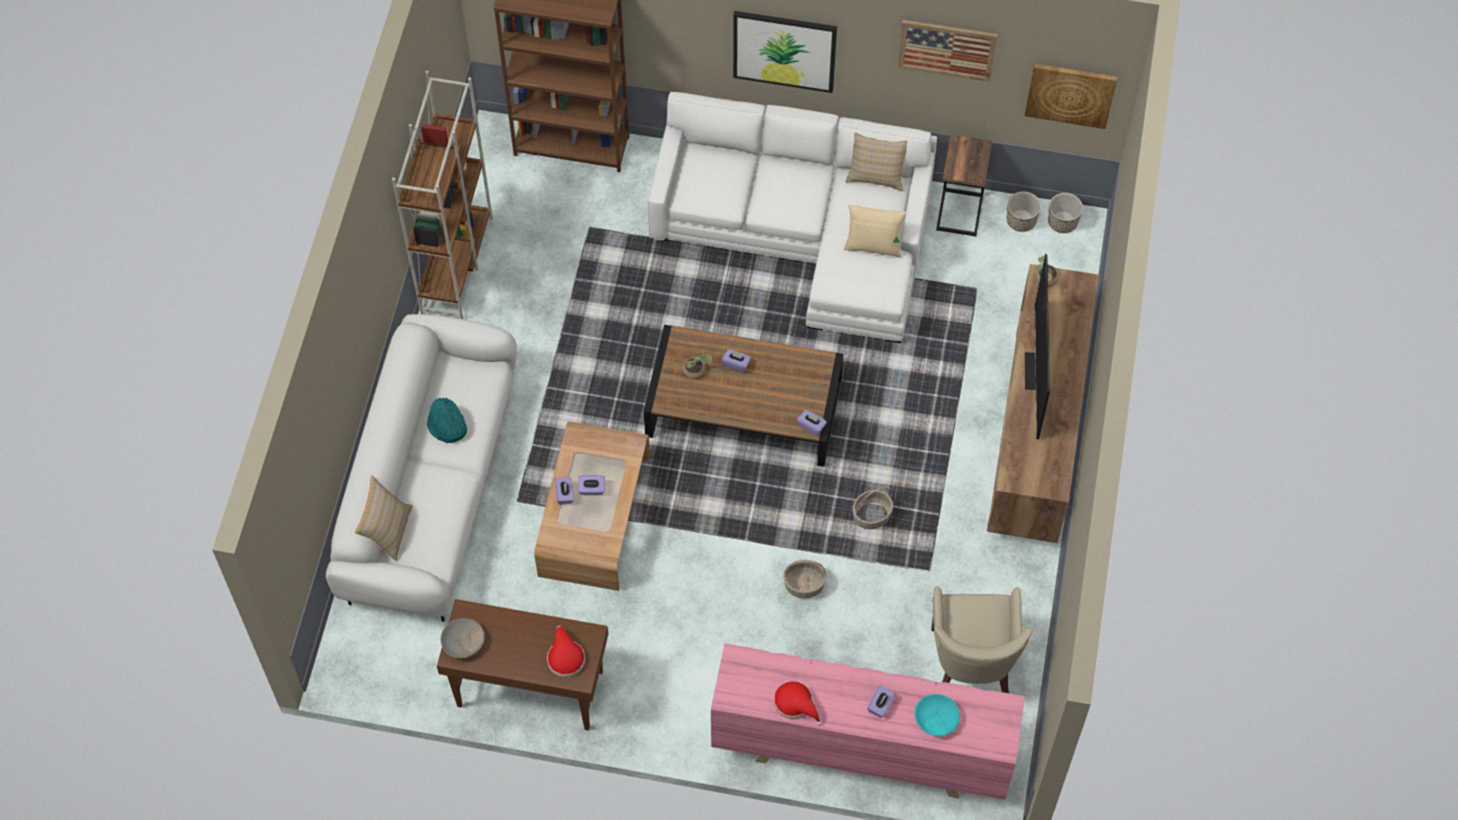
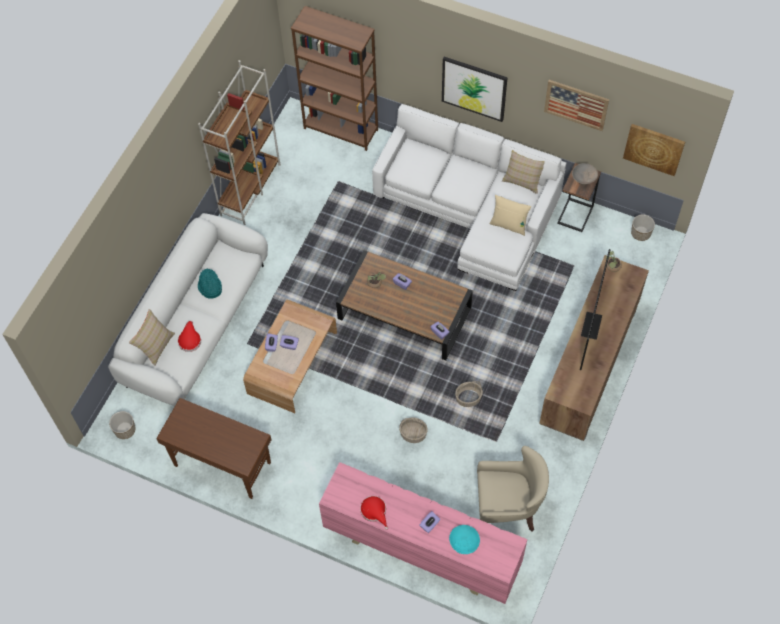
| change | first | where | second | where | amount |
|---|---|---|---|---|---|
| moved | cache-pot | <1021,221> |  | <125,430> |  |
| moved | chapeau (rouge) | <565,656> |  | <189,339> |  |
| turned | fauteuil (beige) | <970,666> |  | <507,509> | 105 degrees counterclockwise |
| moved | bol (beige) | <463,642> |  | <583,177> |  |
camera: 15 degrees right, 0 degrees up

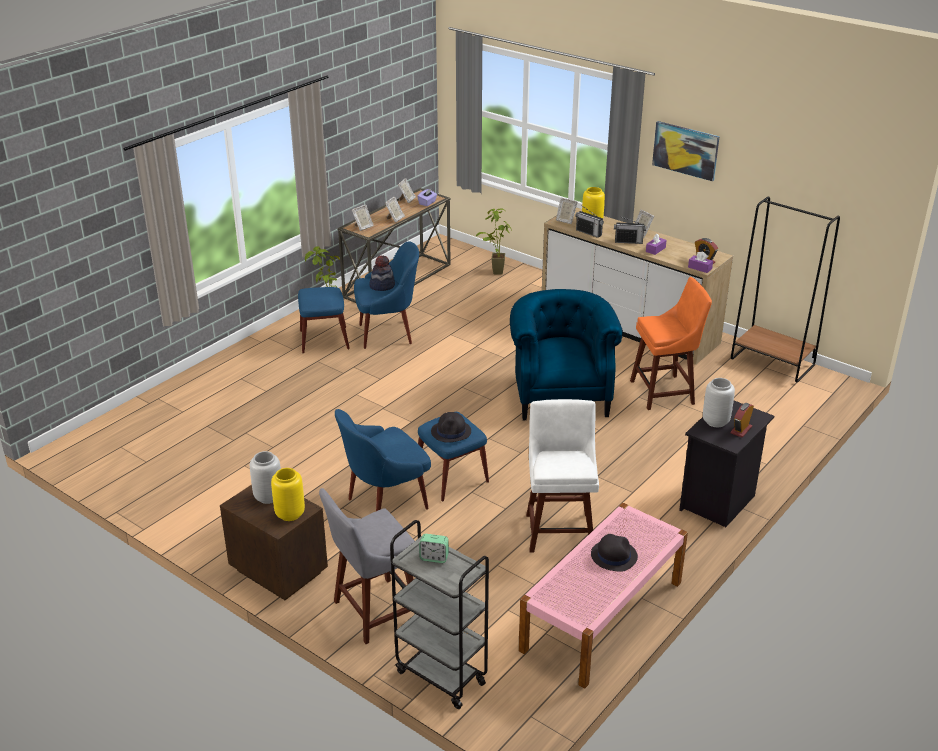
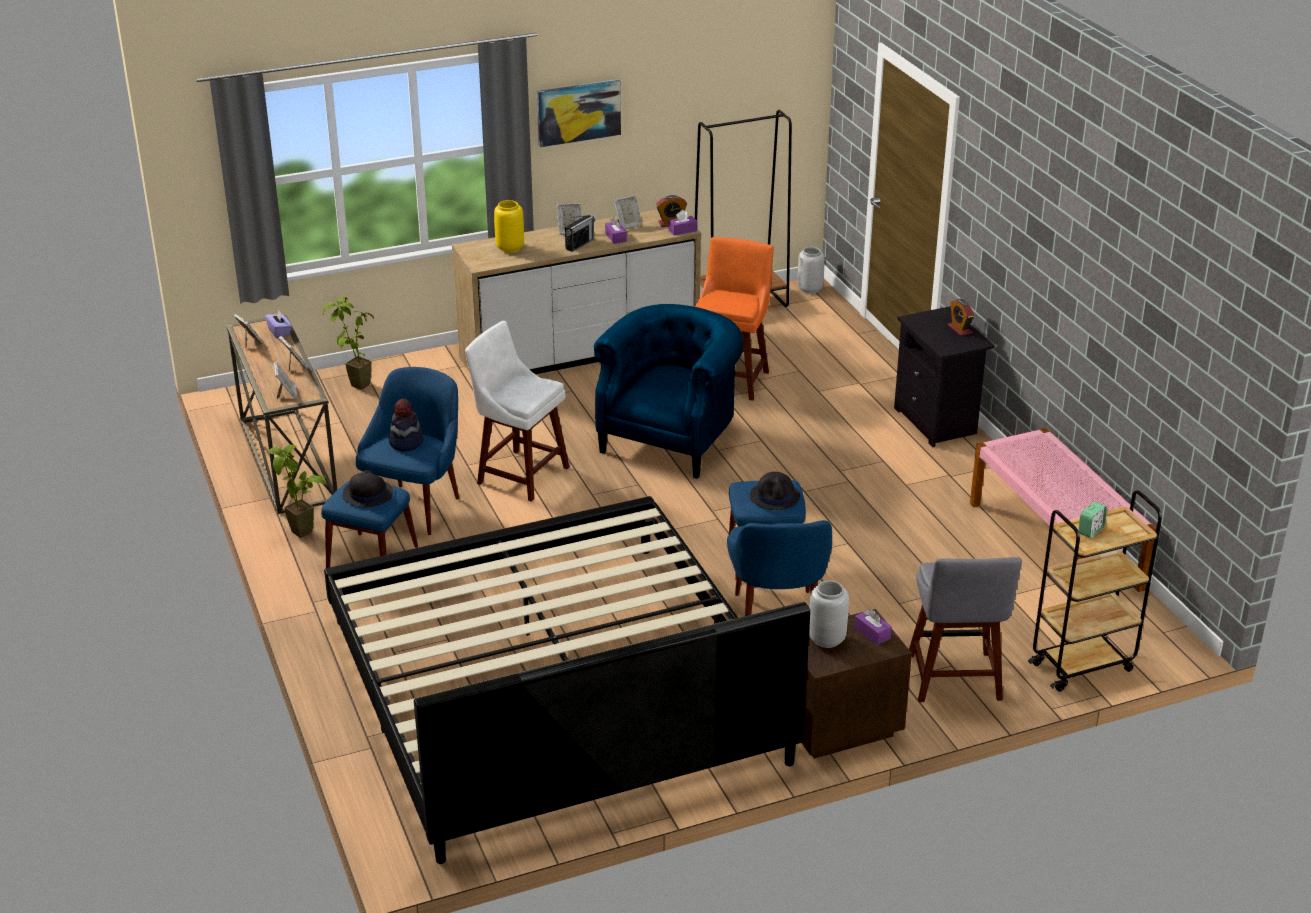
| change | first | where | second | where | amount |
|---|---|---|---|---|---|
| added |  |  | lit | <554,690> |  |
| moved | chapeau (noir) | <613,555> |  | <367,494> |  |
| moved | chaise (blanc) | <560,529> |  | <519,473> |  |
| turned | fauteuil (bleu) | <560,394> |  | <672,439> | 90 degrees clockwise |
| moved | cadre photo | <565,220> |  | <628,225> |  |
| moved | vase (gris) | <716,422> |  | <810,289> |  |
| replaced | vase (jaune) | <290,514> | boîte à mouchoirs (violet) | <872,633> |  |
| recoloured | chariot (gris) | <439,678> | chariot (marron) | <1081,669> |  |
| removed | radio | <588,232> |  |  |  |
camera: 60 degrees left, 0 degrees up

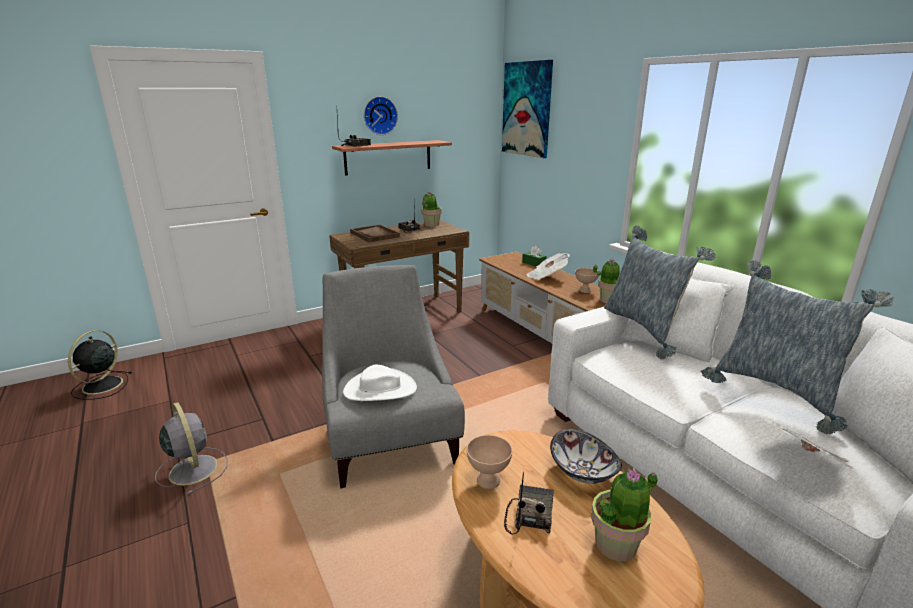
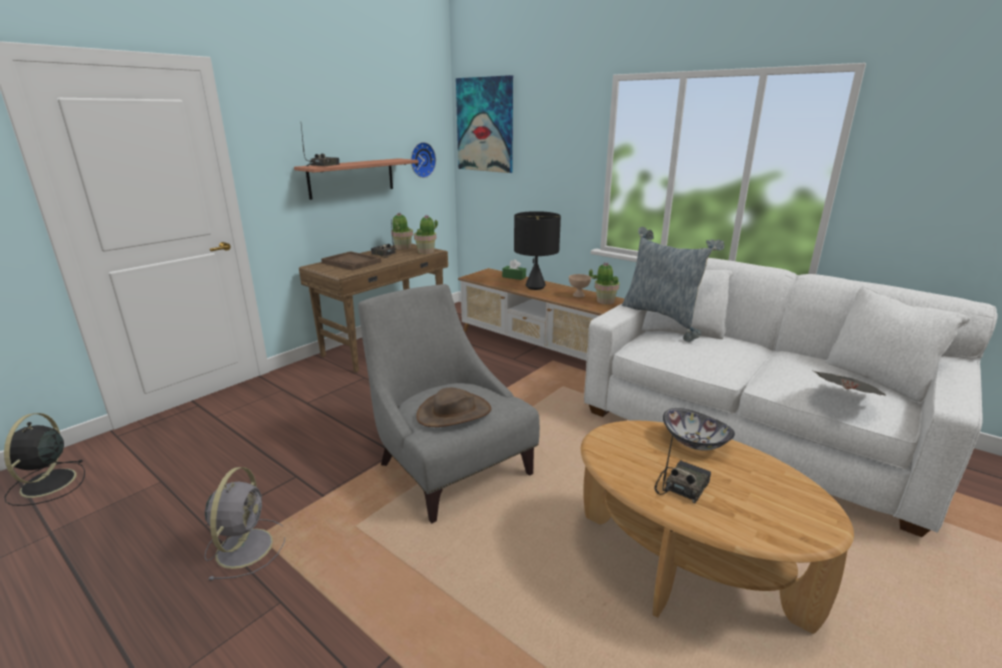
| change | first | where | second | where | amount |
|---|---|---|---|---|---|
| turned | ventilateur (gris) | <193,468> |  | <246,546> | 60 degrees clockwise |
| moved | horloge murale | <379,115> |  | <421,160> |  |
| moved | plante en pot | <616,544> |  | <426,251> |  |
| recoloured | chapeau (blanc) | <380,389> | chapeau (marron) | <454,413> |  |
| replaced | journal | <547,276> | lampe de table (noir) | <535,287> |  |
| turned | radio | <529,515> |  | <681,486> | 45 degrees clockwise |
| removed | bol (beige) | <487,481> |  |  |  |
| removed | coussin | <773,399> |  |  |  |
camera: 20 degrees left, 0 degrees up

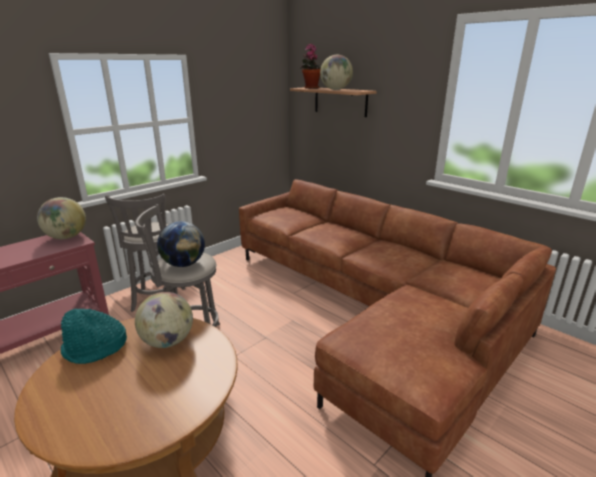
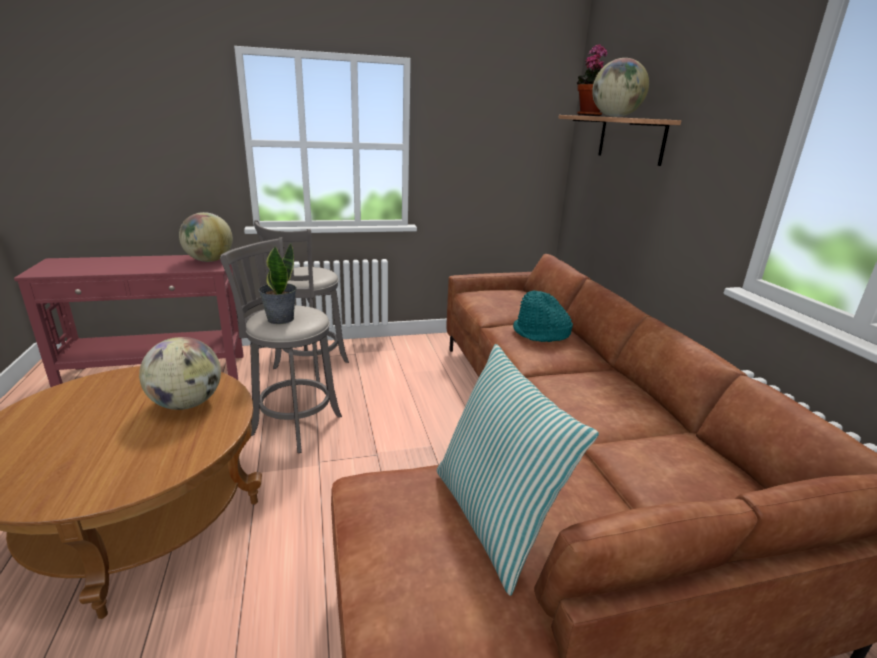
| change | first | where | second | where | amount |
|---|---|---|---|---|---|
| replaced | globe | <183,264> | plante en pot | <280,319> |  |
| added |  |  | coussin | <494,518> |  |
| moved | chapeau (turquoise) | <95,348> |  | <540,334> |  |
camera: 30 degrees right, 0 degrees up

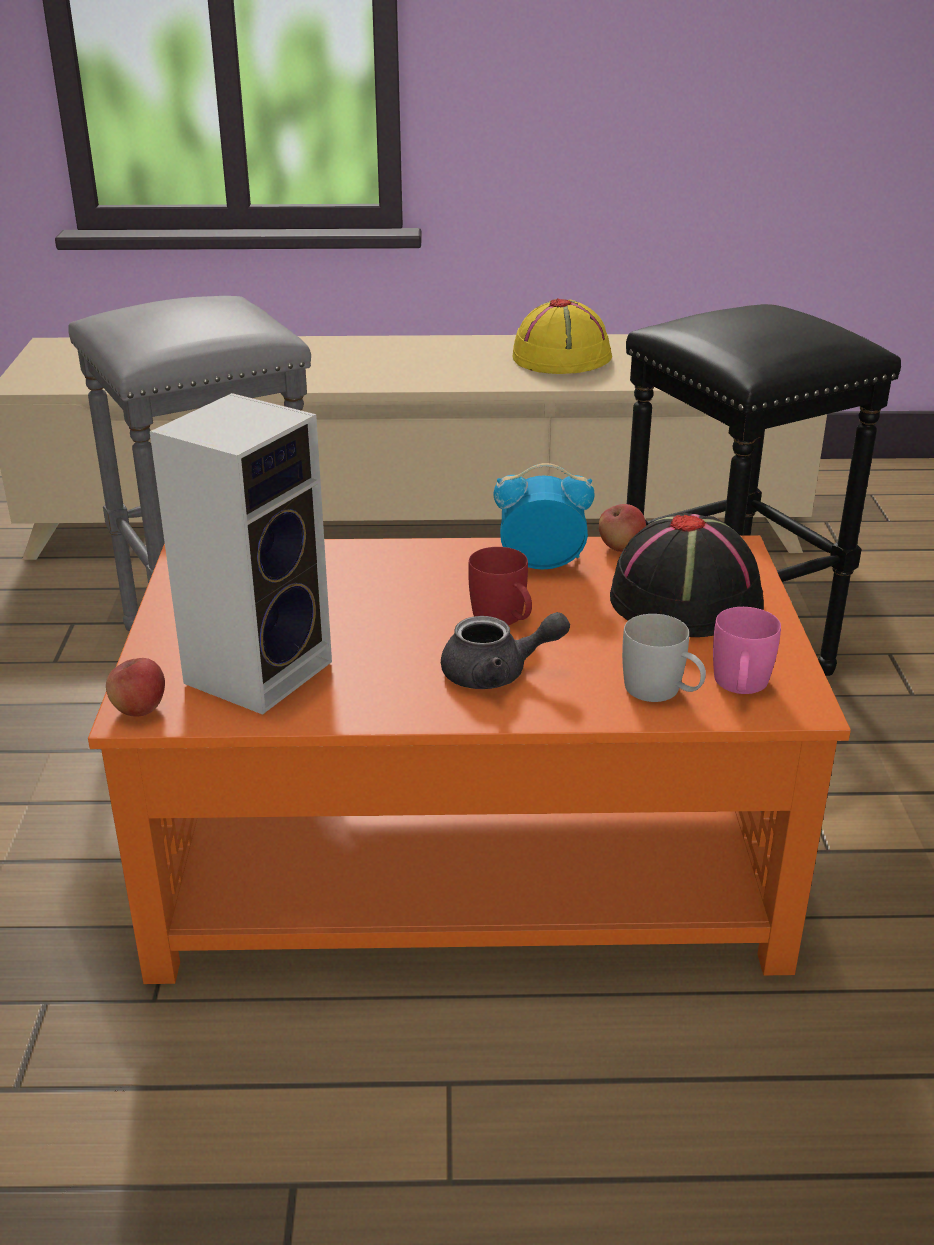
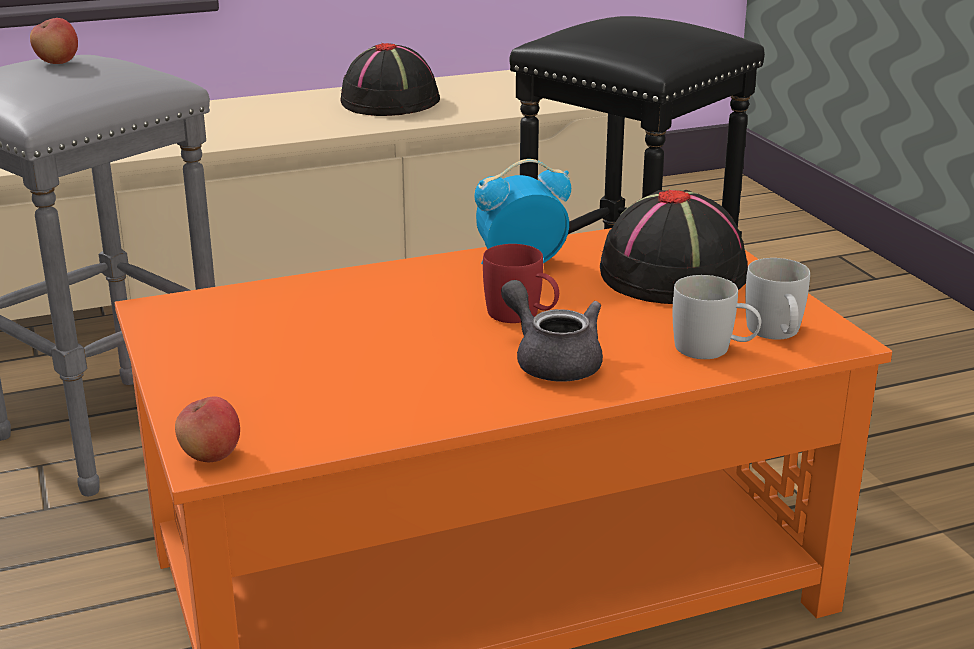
| change | first | where | second | where | amount |
|---|---|---|---|---|---|
| moved | pomme | <620,547> |  | <57,62> |  |
| recoloured | chapeau (jaune) | <562,357> | chapeau (noir) | <390,101> |  |
| turned | théière (gris) | <497,674> |  | <552,361> | 105 degrees counterclockwise |
| recoloured | mug (rose) | <740,687> | mug (blanc) | <776,334> |  |
| removed | enceinte | <260,669> |  |  |  |
camera: 20 degrees left, 5 degrees down

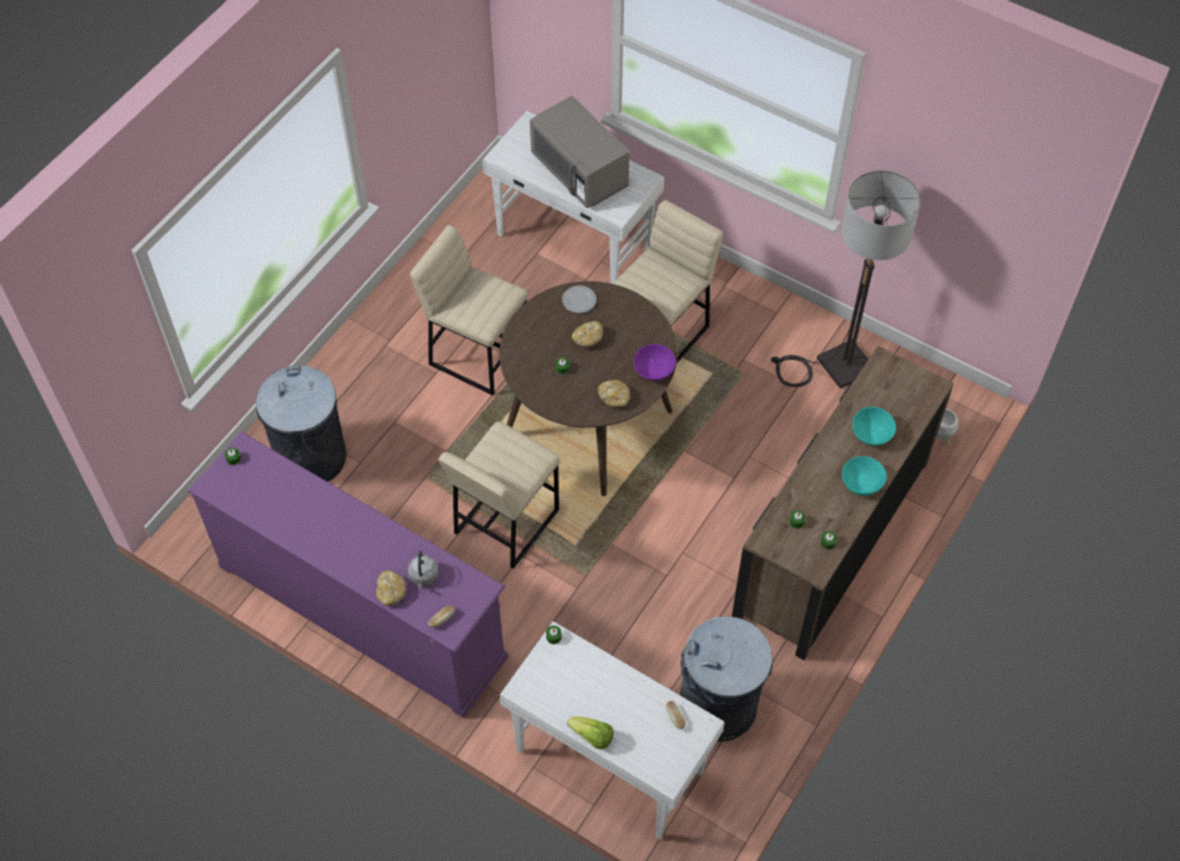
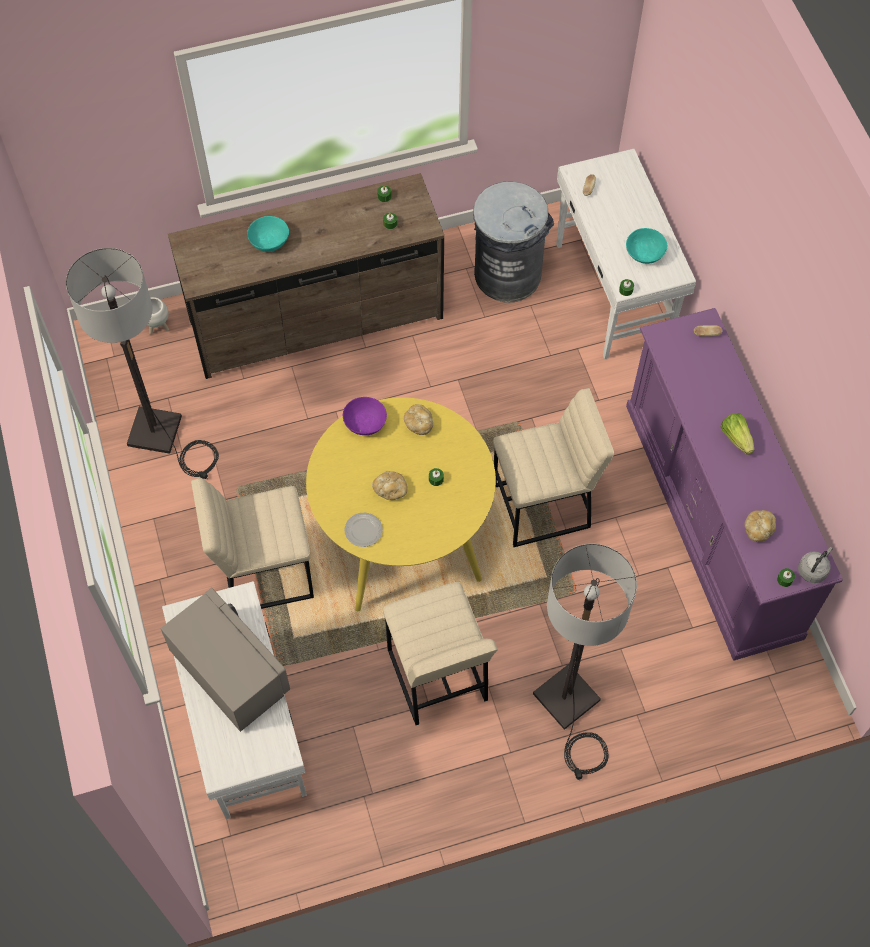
| change | first | where | second | where | amount |
|---|---|---|---|---|---|
| turned | micro-ondes (gris) | <579,172> |  | <230,672> | 45 degrees counterclockwise |
| recoloured | table à manger (marron) | <588,423> | table à manger (jaune) | <403,539> |  |
| added |  |  | lampadaire | <571,714> |  |
| moved | bol (turquoise) | <861,483> |  | <645,254> |  |
| moved | laitue | <592,736> |  | <736,438> |  |
| moved | pain | <391,592> |  | <758,529> |  |
| moved | bouilloire (gris) | <423,577> |  | <813,570> |  |
| removed | poubelle (gris) | <310,457> |  |  |  |
camera: 140 degrees left, 5 degrees up

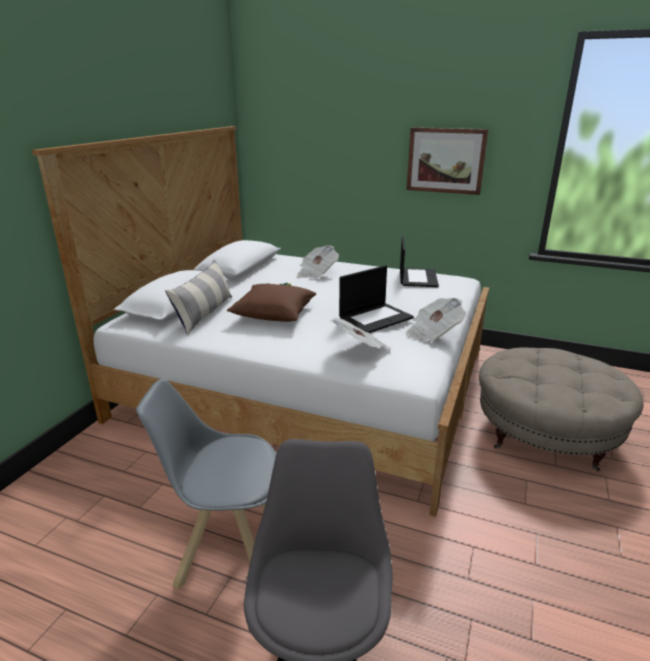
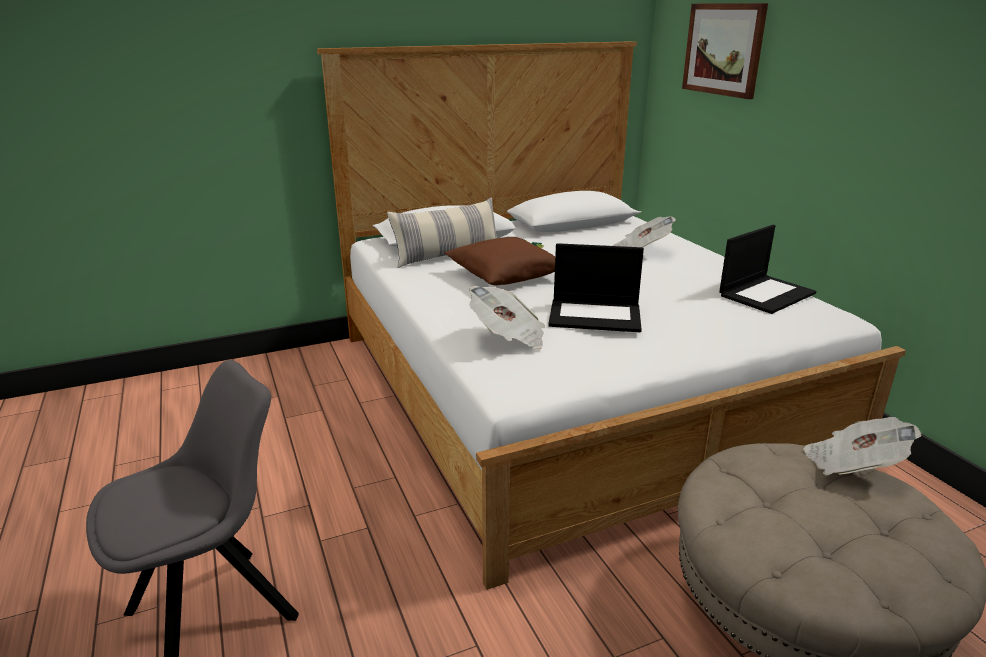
| change | first | where | second | where | amount |
|---|---|---|---|---|---|
| moved | tableau | <445,160> |  | <723,49> |  |
| moved | journal | <433,333> |  | <852,465> |  |
| removed | chaise (gris) | <228,548> |  |  |  |
camera: 45 degrees right, 0 degrees up

